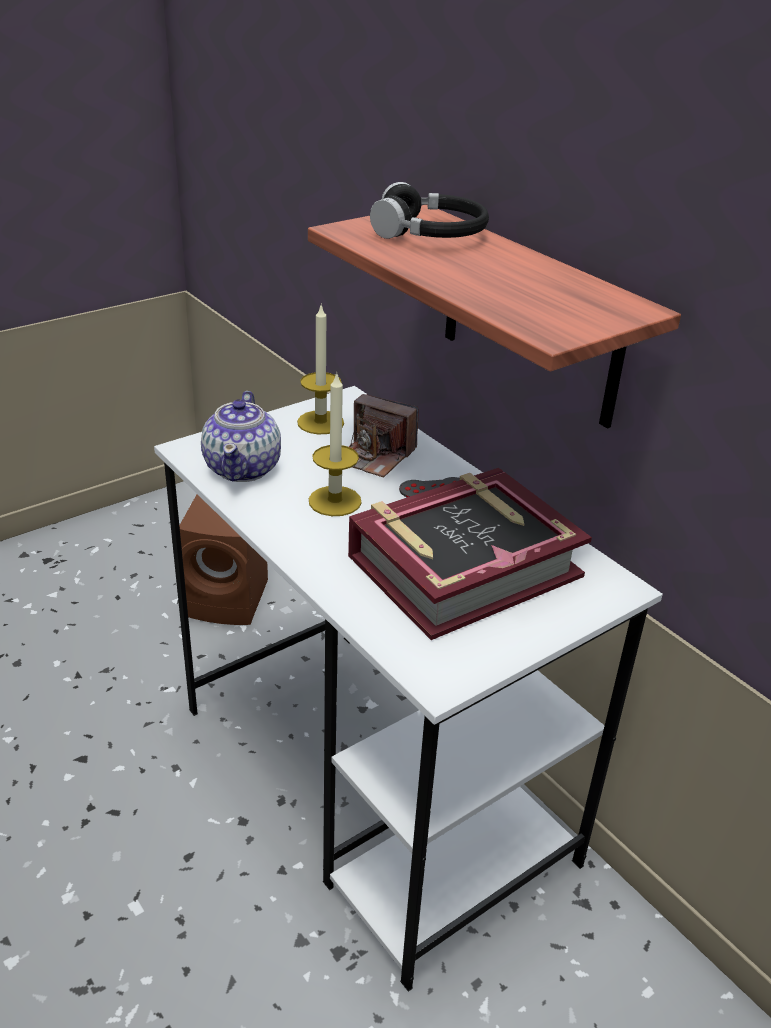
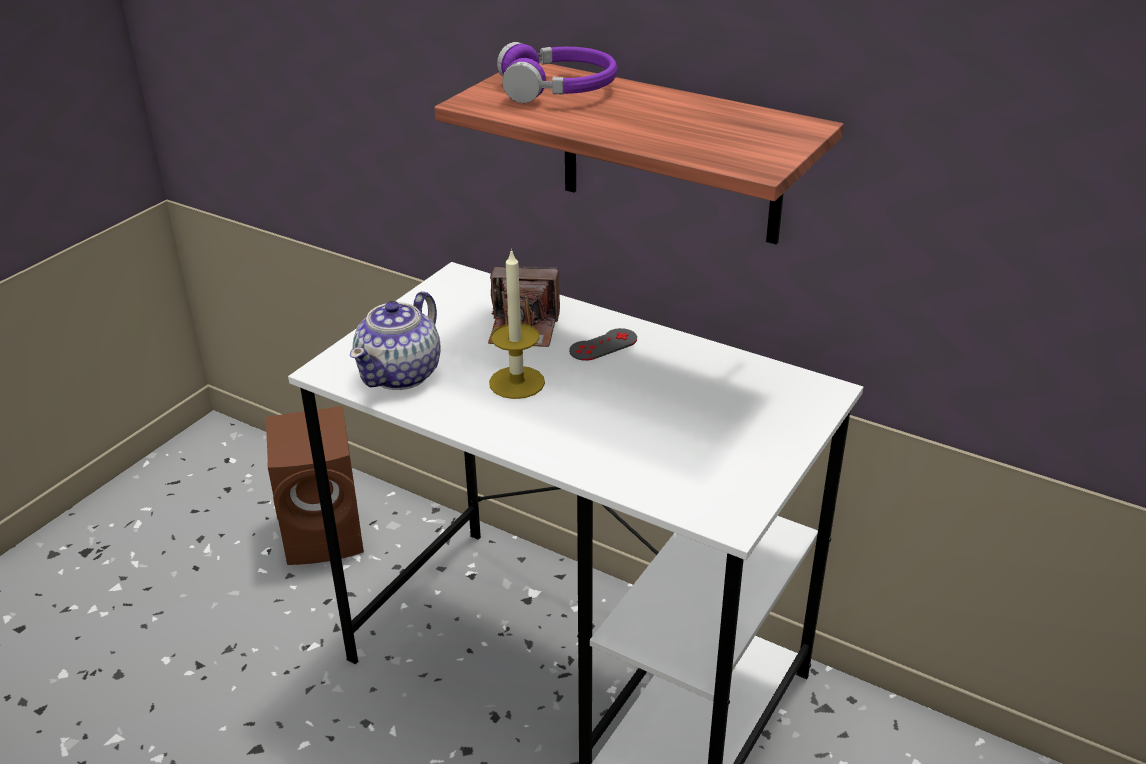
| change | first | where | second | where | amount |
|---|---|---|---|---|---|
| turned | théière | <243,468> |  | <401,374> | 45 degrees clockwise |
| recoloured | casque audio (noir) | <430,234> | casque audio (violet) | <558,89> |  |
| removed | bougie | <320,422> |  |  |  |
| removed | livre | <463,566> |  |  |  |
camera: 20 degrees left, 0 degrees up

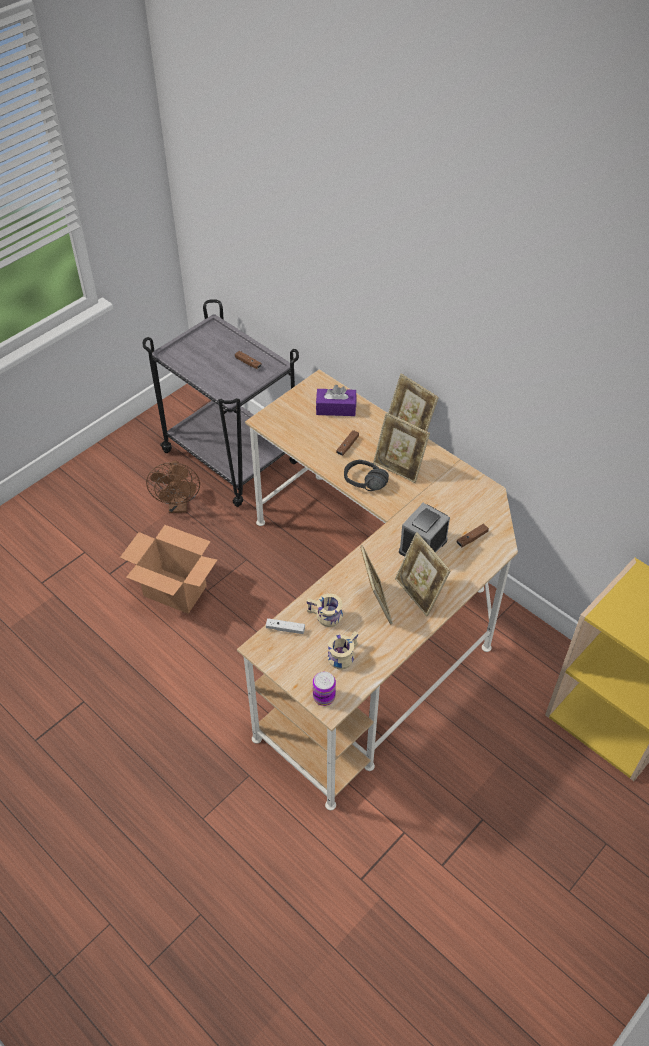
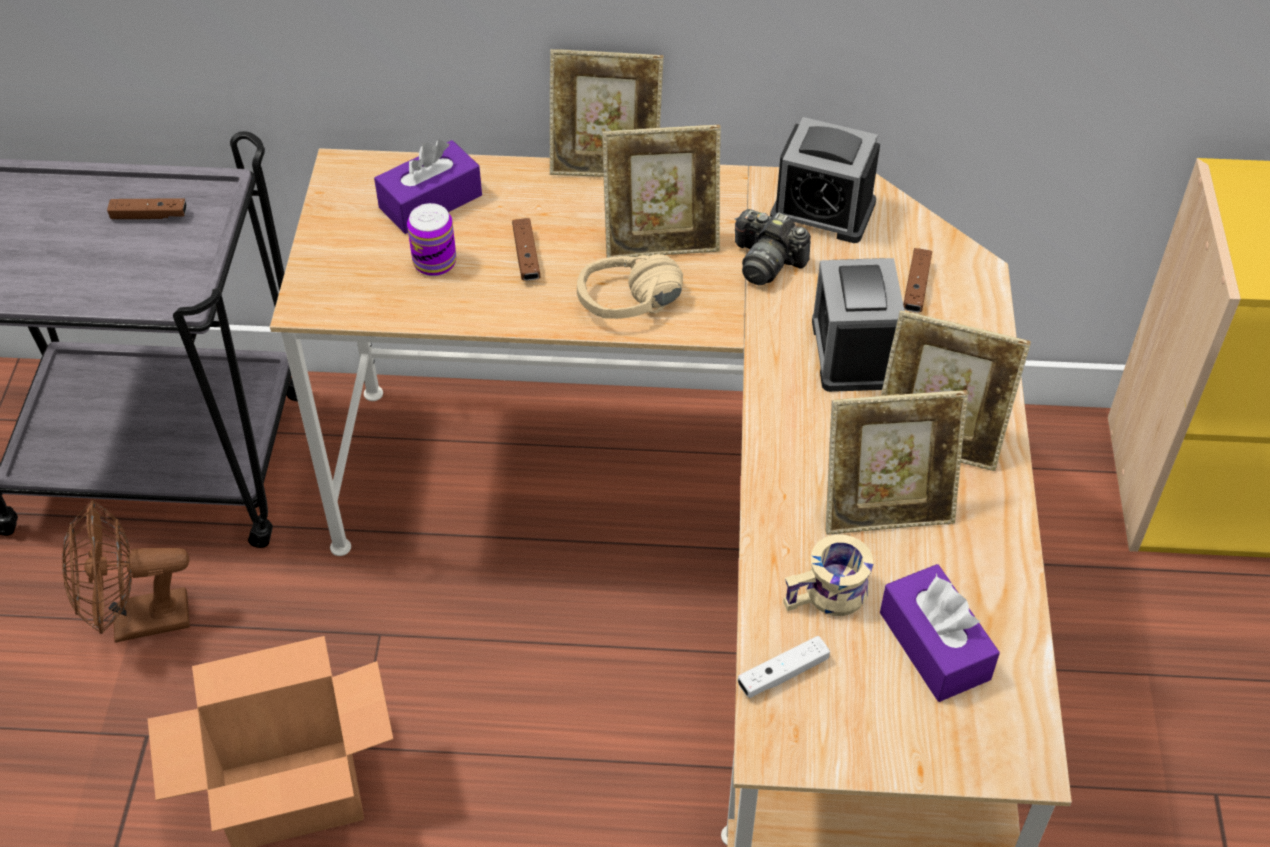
| change | first | where | second | where | amount |
|---|---|---|---|---|---|
| turned | ventilateur (marron) | <178,506> |  | <138,622> | 120 degrees clockwise |
| moved | boîte métallique | <324,696> |  | <435,262> |  |
| recoloured | casque audio (noir) | <363,486> | casque audio (beige) | <634,312> |  |
| added |  |  | appareil photo | <766,262> |  |
| added |  |  | réveil | <822,211> |  |
| turned | cadre photo | <375,603> |  | <886,509> | 135 degrees clockwise |
| replaced | mug (beige) | <342,654> | boîte à mouchoirs (violet) | <934,645> |  |
camera: 40 degrees left, 0 degrees up

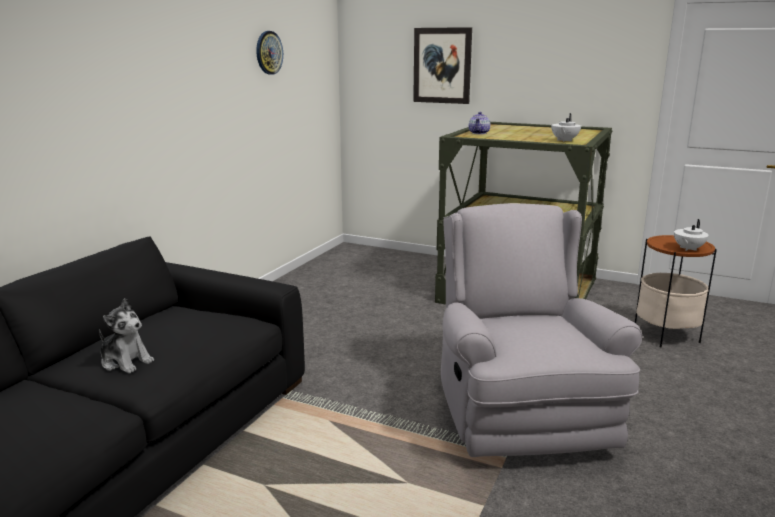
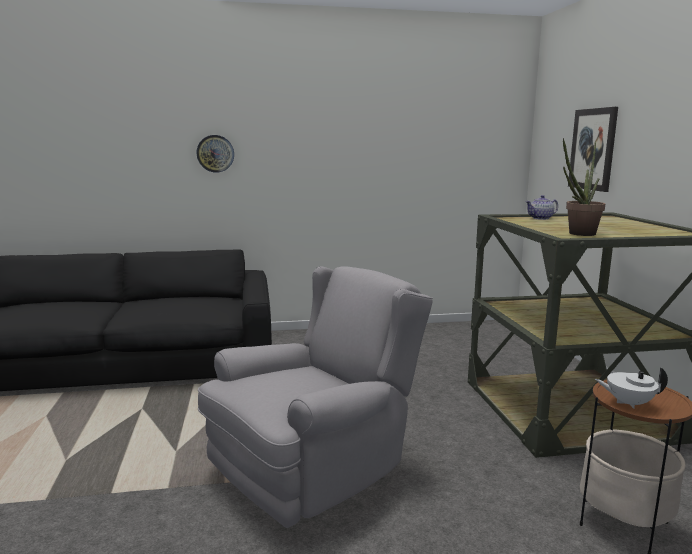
| change | first | where | second | where | amount |
|---|---|---|---|---|---|
| moved | horloge murale | <268,52> |  | <215,153> |  |
| replaced | théière (blanc) | <564,140> | plante en pot | <578,234> |  |
| removed | peluche | <126,361> |  |  |  |
camera: 55 degrees right, 5 degrees down

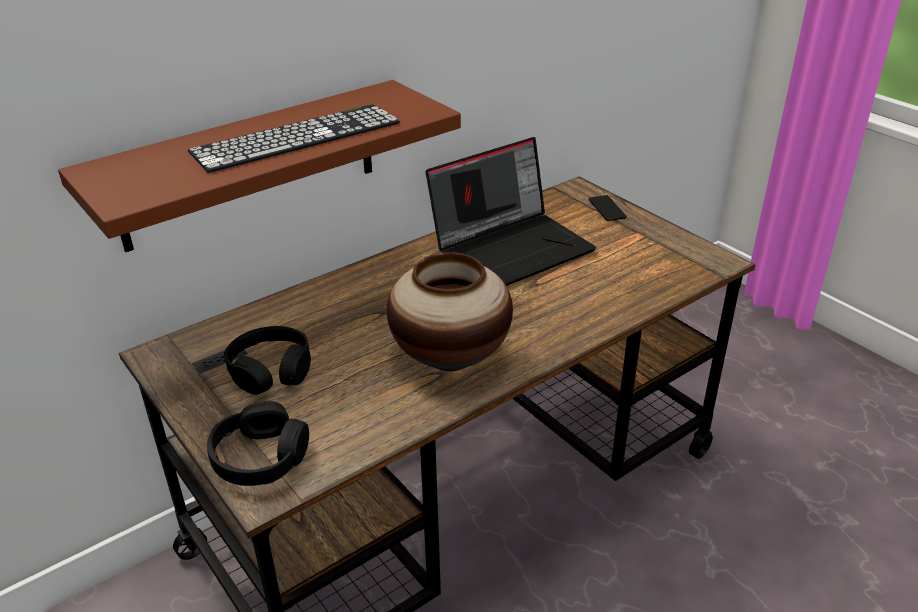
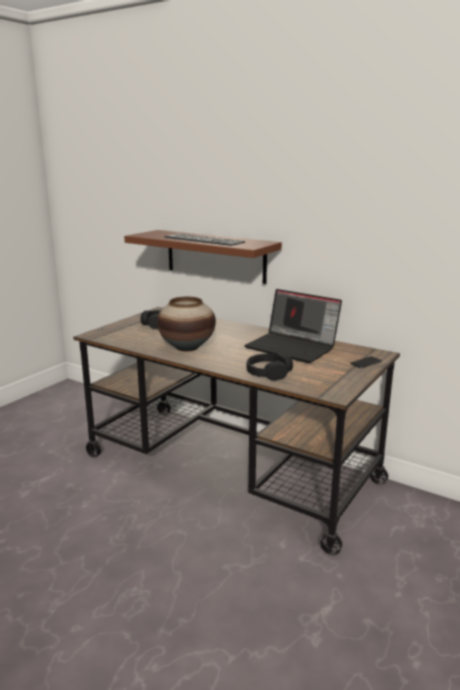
| change | first | where | second | where | amount |
|---|---|---|---|---|---|
| moved | casque audio (noir) | <260,457> |  | <268,373> |  |
camera: 70 degrees right, 15 degrees down

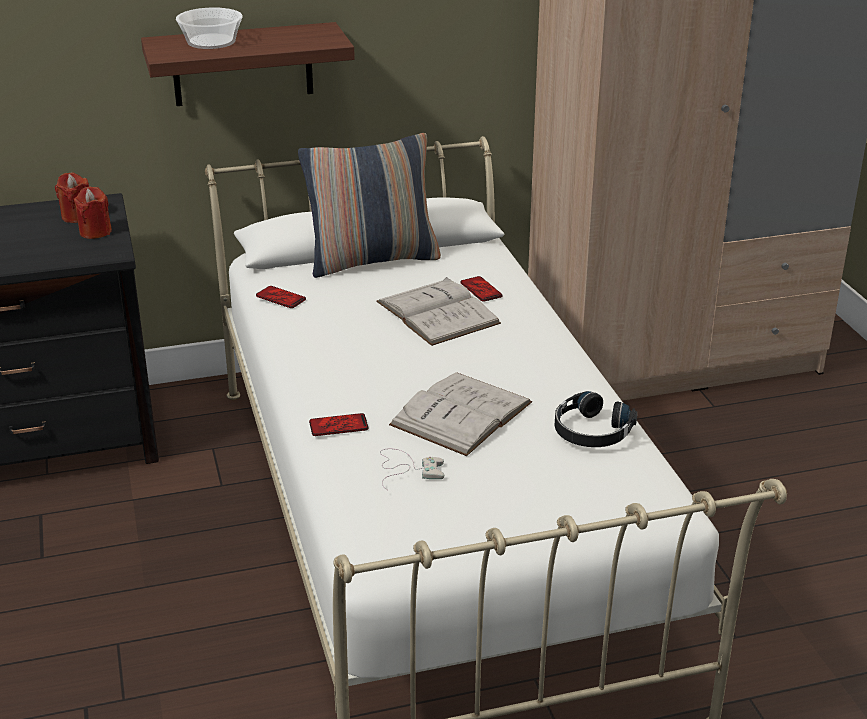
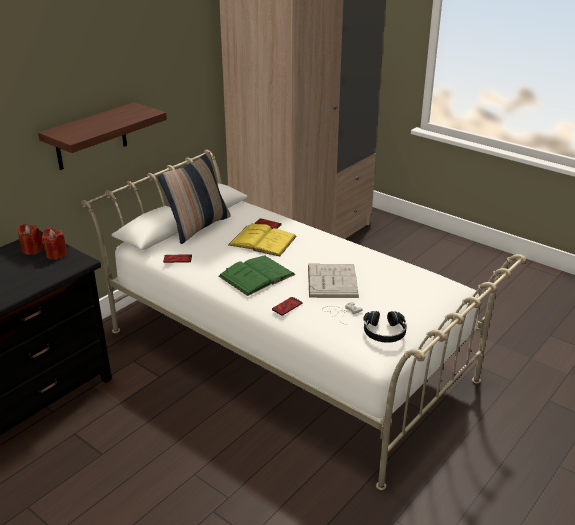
| change | first | where | second | where | amount |
|---|---|---|---|---|---|
| added |  |  | livre (vert) | <256,275> |  |
| recoloured | livre (blanc) | <437,312> | livre (jaune) | <262,241> |  |
| moved | casque audio (noir) | <591,431> |  | <384,332> |  |
| removed | bol | <211,41> |  |  |  |
camera: 35 degrees left, 0 degrees up

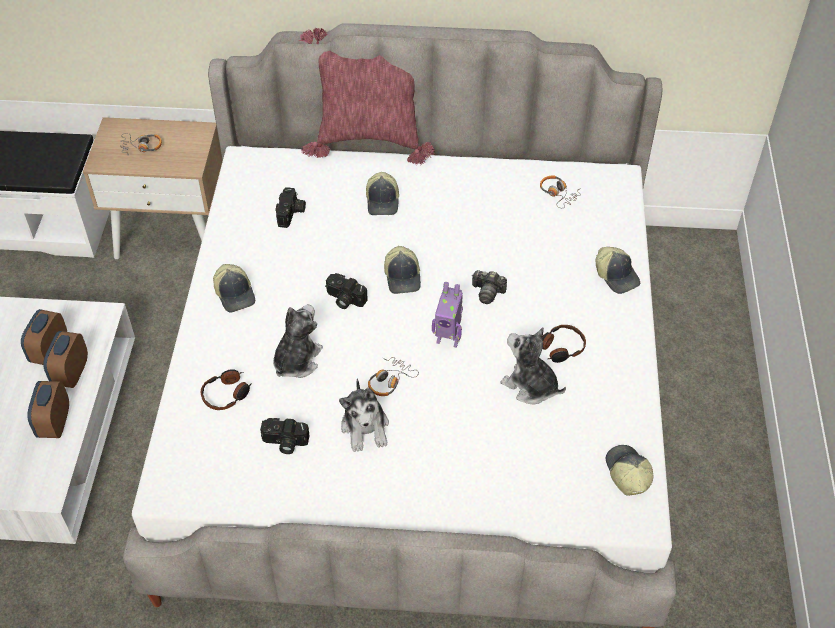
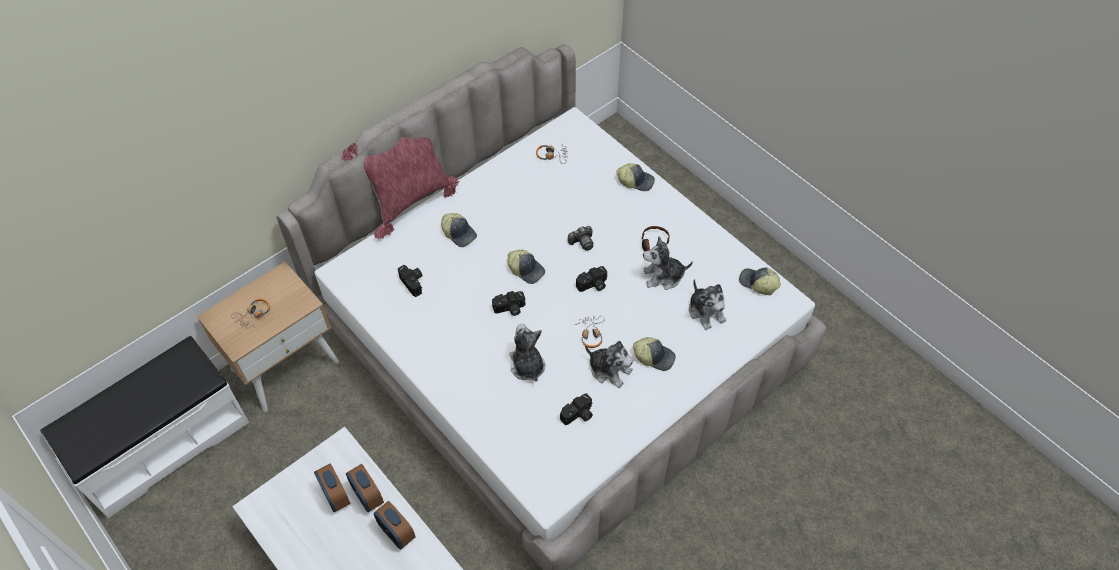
| change | first | where | second | where | amount |
|---|---|---|---|---|---|
| replaced | robot jouet | <448,339> | appareil photo | <593,285> |  |
| moved | casquette | <235,294> |  | <654,356> |  |
| added |  |  | peluche | <706,311> |  |
| removed | casque audio | <227,394> |  |  |  |
camera: 45 degrees left, 5 degrees up

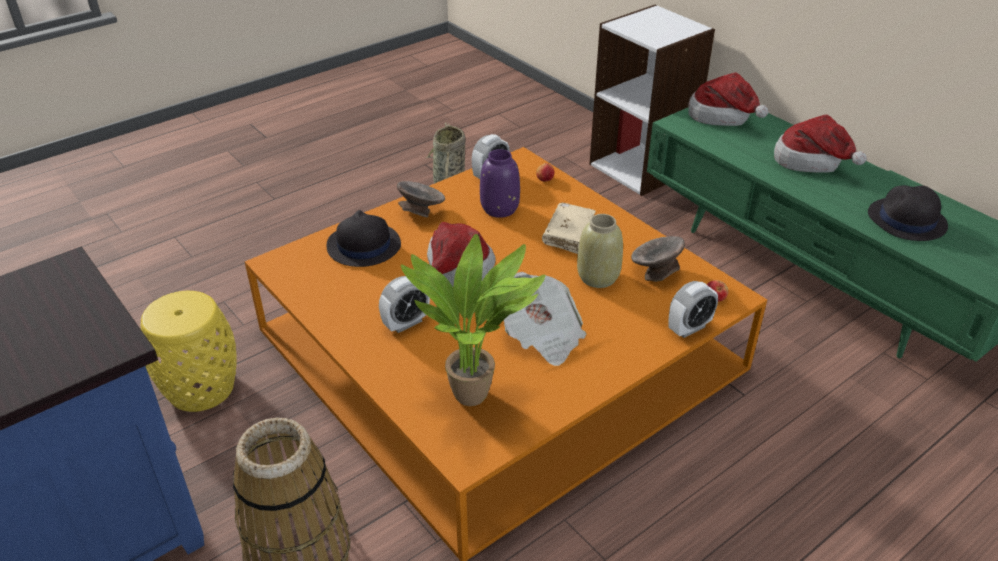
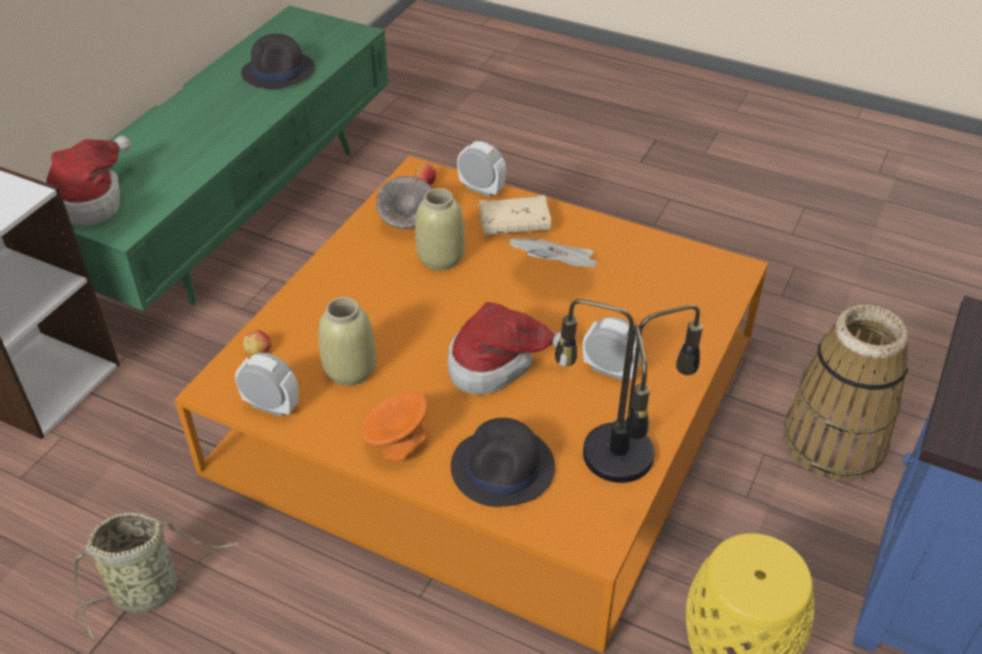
| change | first | where | second | where | amount |
|---|---|---|---|---|---|
| recoloured | vase (violet) | <499,208> | vase (beige) | <350,371> |  |
| recoloured | bol (gris) | <421,212> | bol (orange) | <396,442> |  |
| moved | livre (beige) | <568,234> |  | <514,224> |  |
| added |  |  | lampe de table | <617,456> |  |
| removed | plante en pot | <475,393> |  |  |  |
| removed | chapeau | <812,162> |  |  |  |
camera: 115 degrees left, 5 degrees up

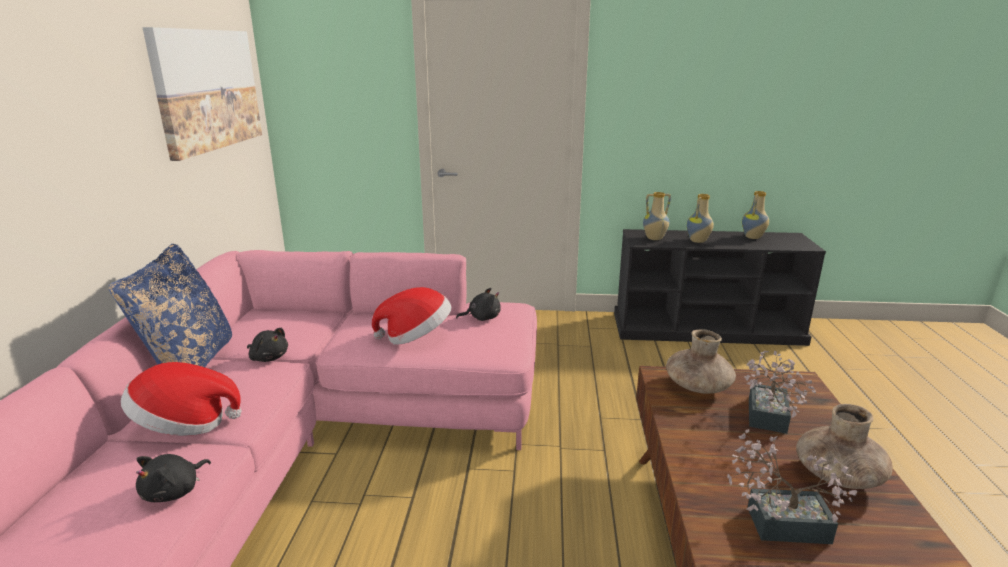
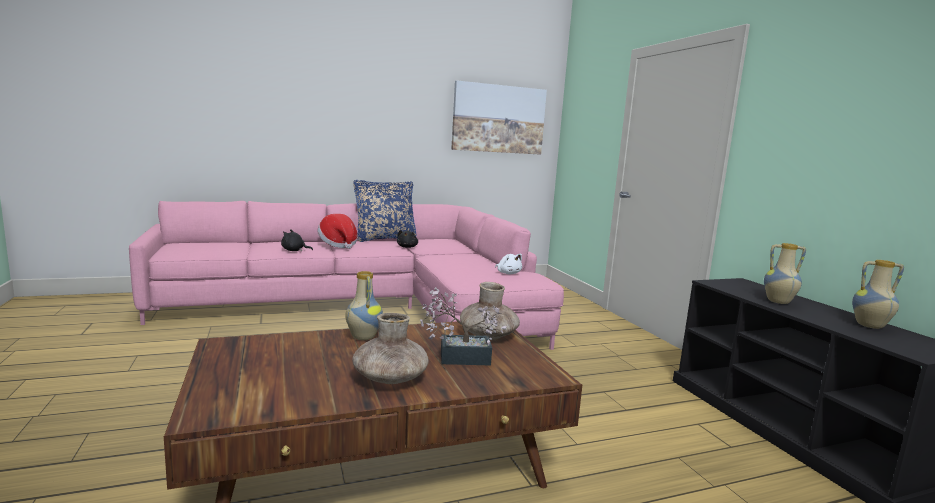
| change | first | where | second | where | amount |
|---|---|---|---|---|---|
| moved | vase | <654,239> |  | <362,337> |  |
| recoloured | peluche (noir) | <482,318> | peluche (blanc) | <508,273> |  |
| removed | chapeau | <416,337> |  |  |  |
| removed | plante en pot | <778,524> |  |  |  |
camera: 65 degrees right, 10 degrees down

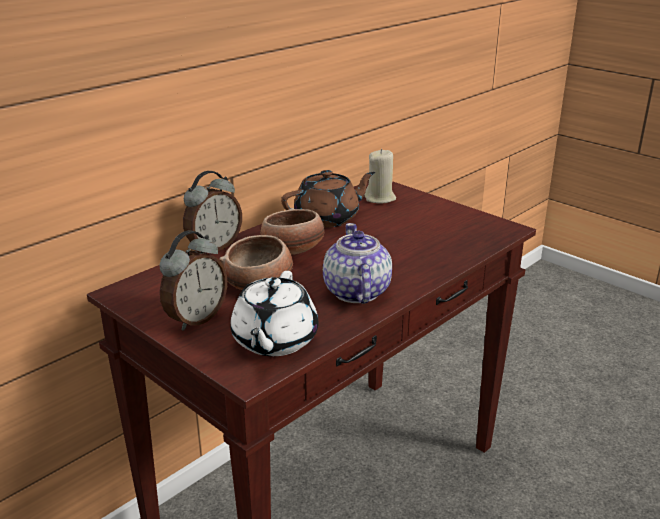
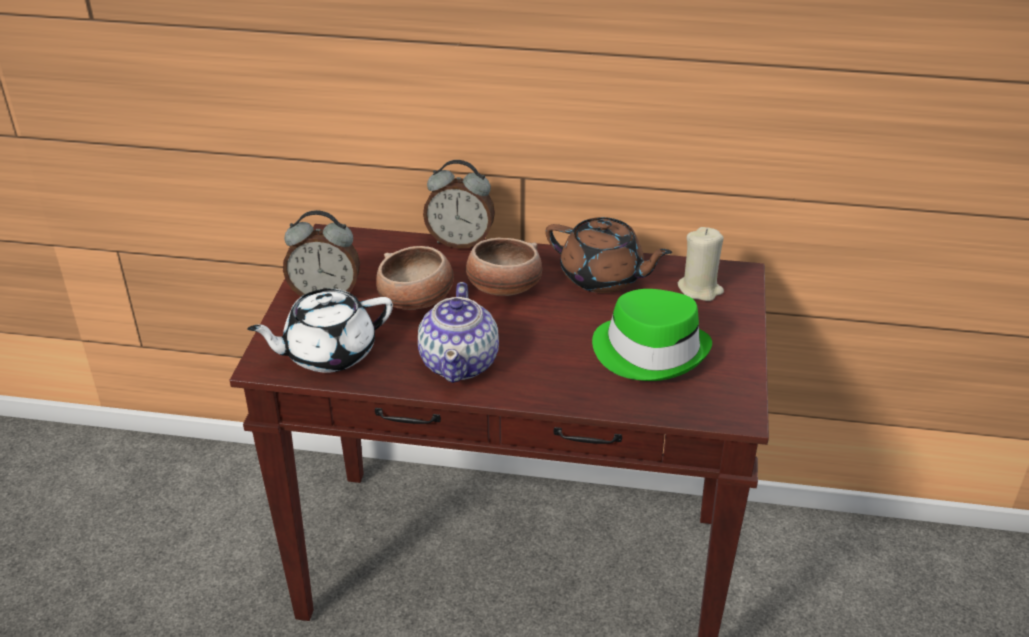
| change | first | where | second | where | amount |
|---|---|---|---|---|---|
| turned | théière | <356,292> |  | <460,362> | 135 degrees clockwise |
| added |  |  | chapeau (vert) | <650,351> |  |
camera: 55 degrees right, 10 degrees up

